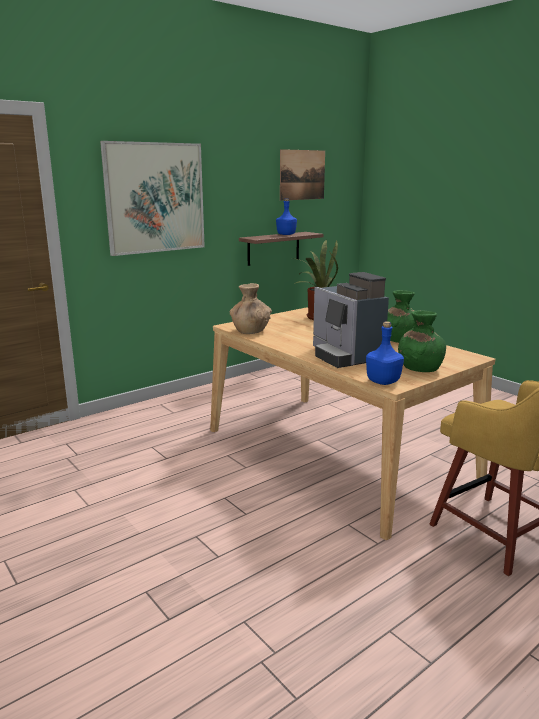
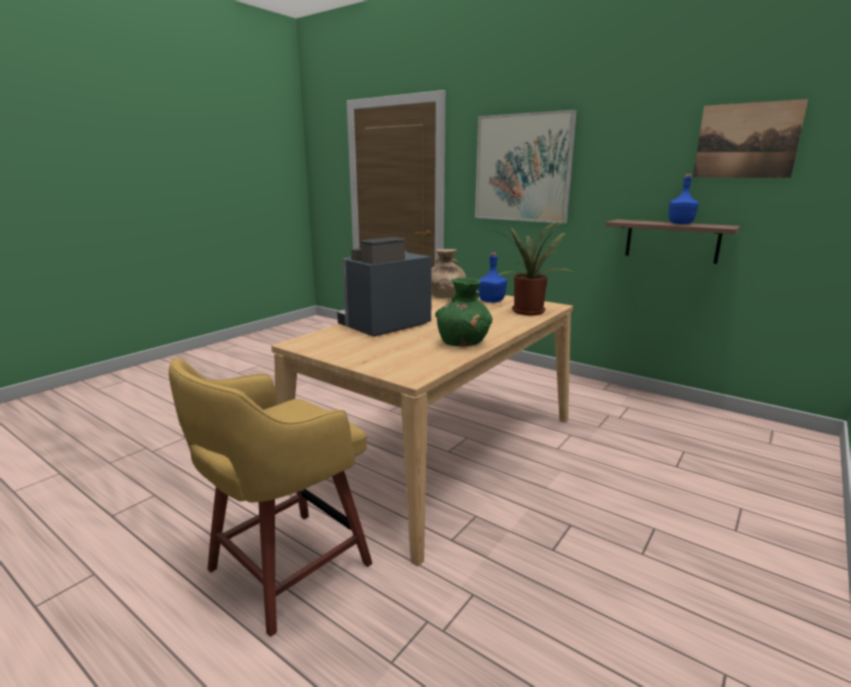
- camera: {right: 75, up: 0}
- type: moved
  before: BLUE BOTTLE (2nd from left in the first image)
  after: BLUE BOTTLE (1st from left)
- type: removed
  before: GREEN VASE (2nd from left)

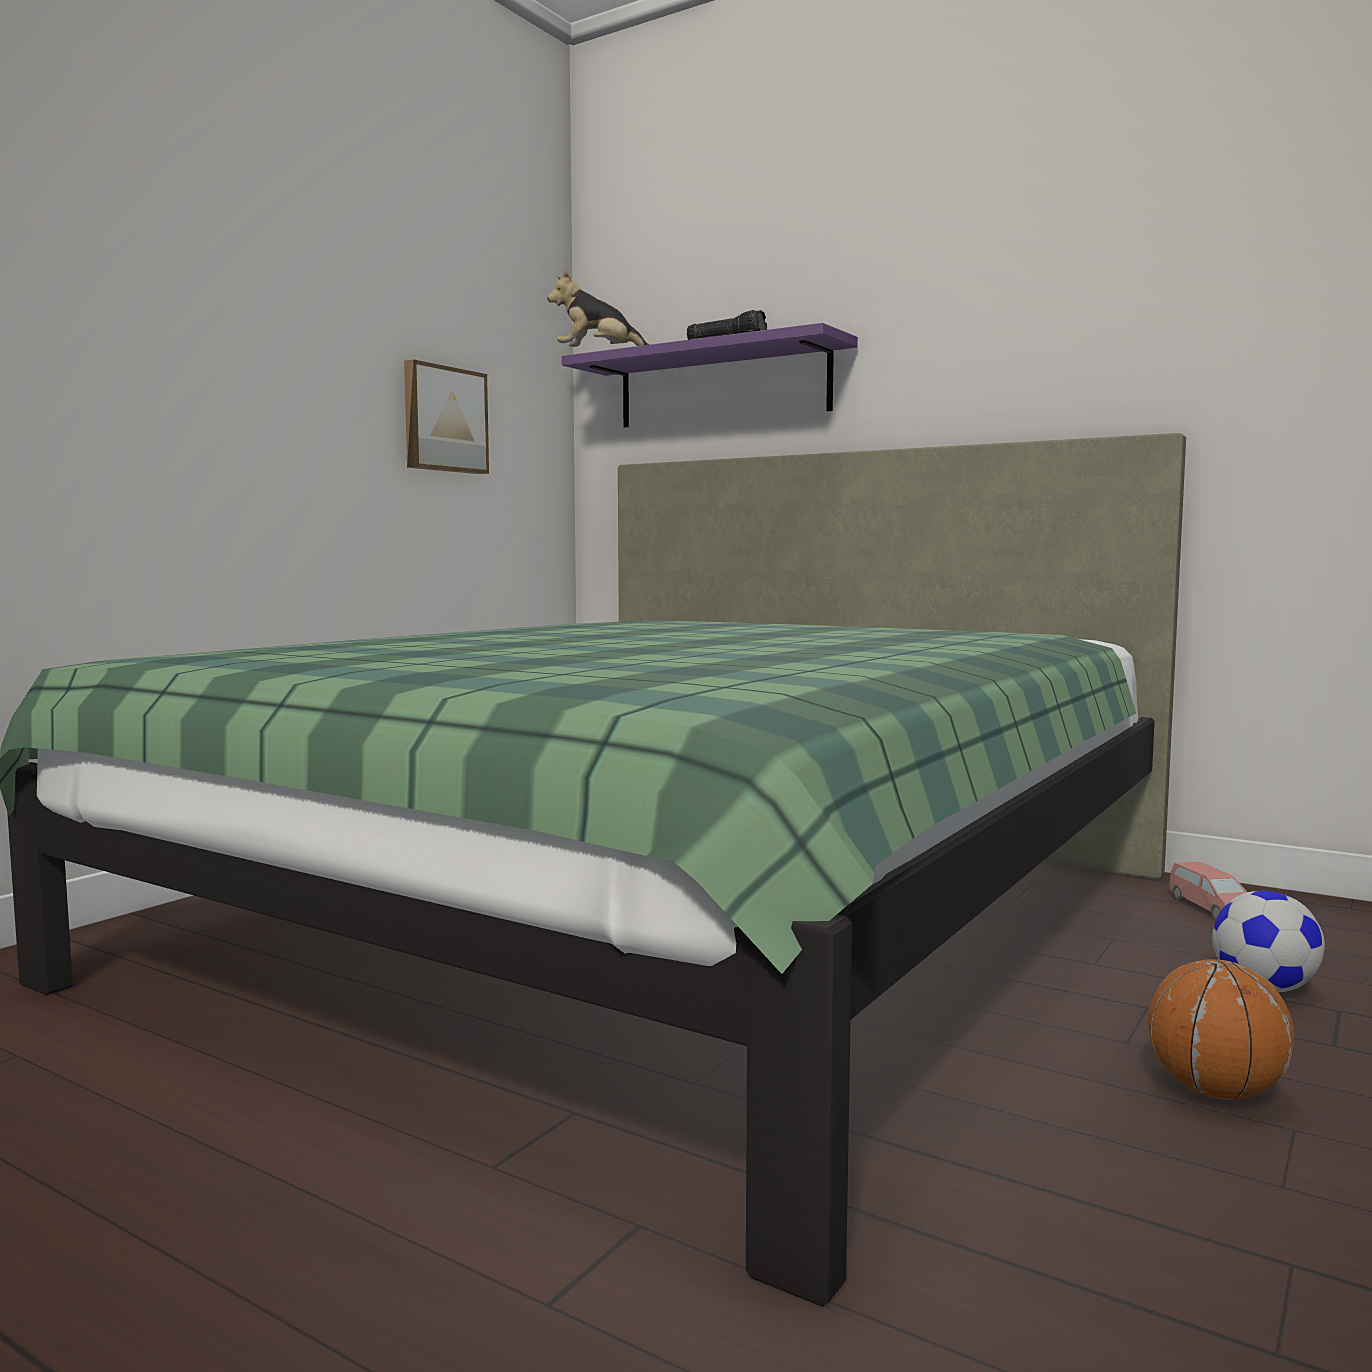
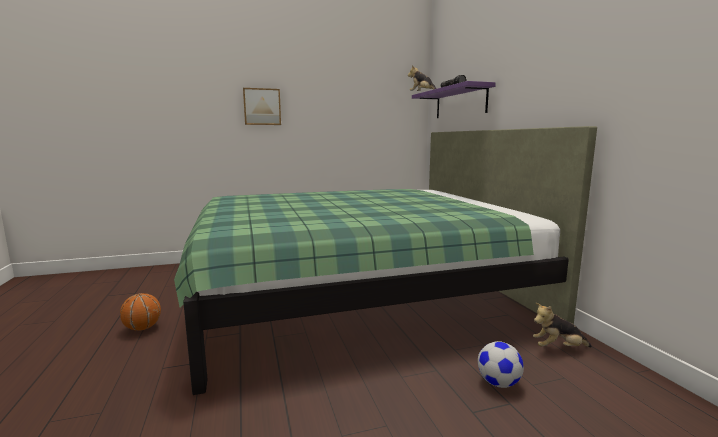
- camera: {right: 40, up: 5}
- type: moved
  before: PICTURE
- type: moved
  before: BASKETBALL
- type: replaced
  before: PINK TOY CAR
  after: PLUSH TOY (2nd from left)

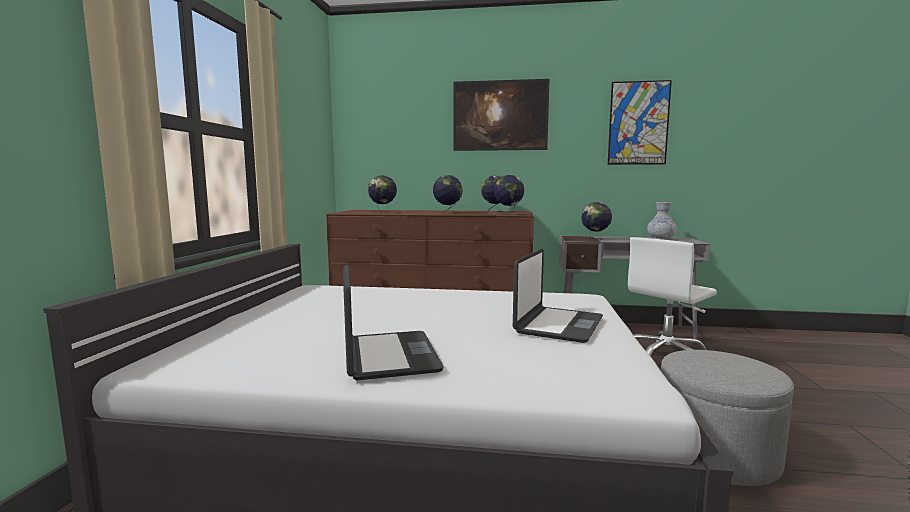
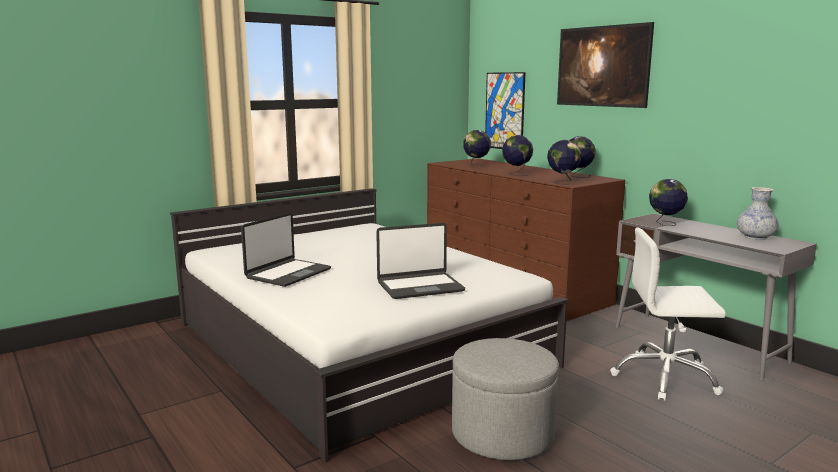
- camera: {right: 45, up: 5}
- type: moved
  before: PICTURE (2nd from left in the first image)
  after: PICTURE (1st from left)

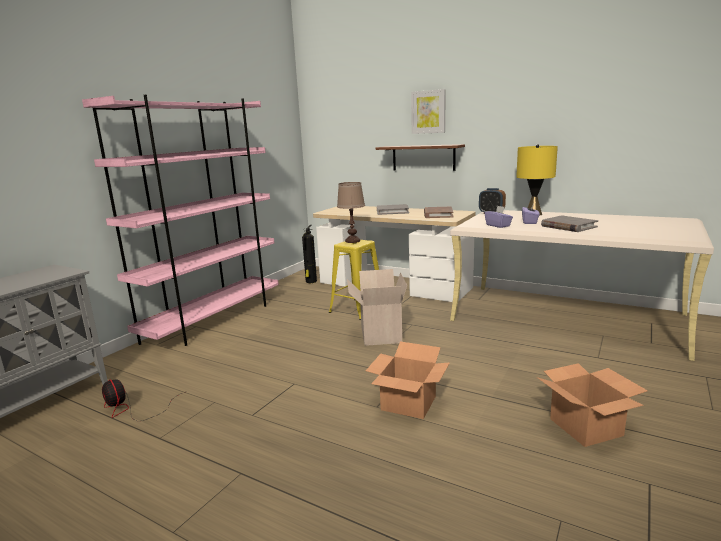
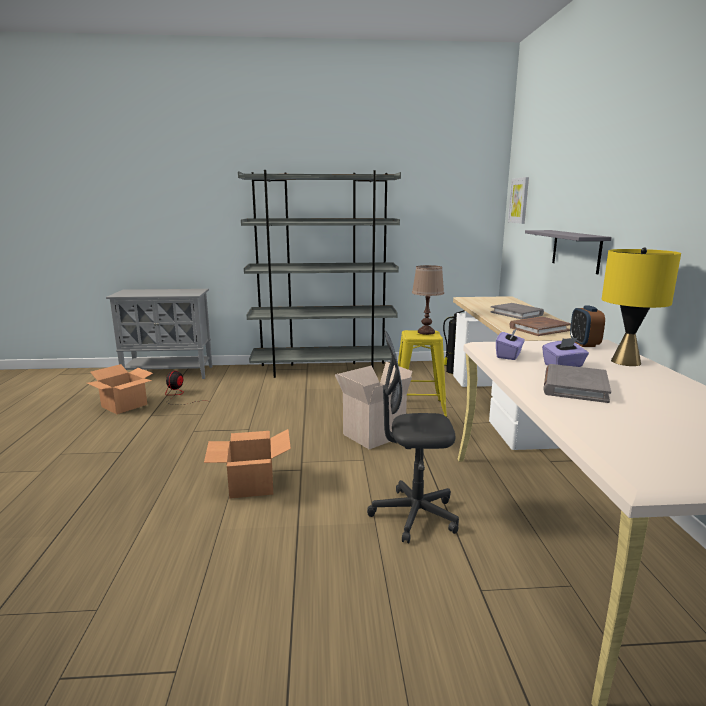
- camera: {right: 55, up: 0}
- type: recoloured
  before: PINK BOOKCASE
  after: GREY BOOKCASE
- type: recoloured
  before: BROWN SHELF
  after: GREY SHELF
- type: moved
  before: PICTURE
- type: moved
  before: CARDBOARD BOX (3rd from left in the first image)
  after: CARDBOARD BOX (1st from left)
- type: added
  after: GREY OFFICE CHAIR

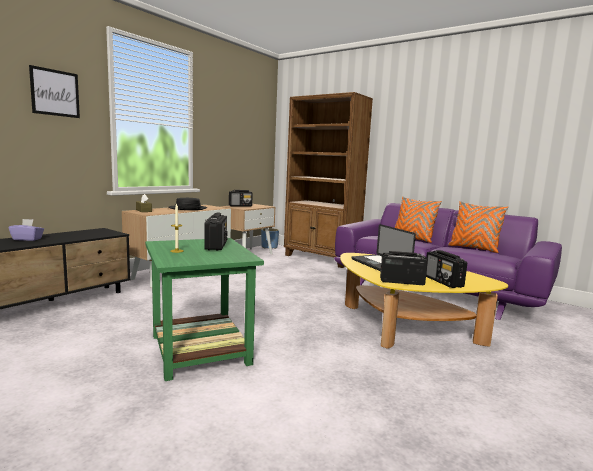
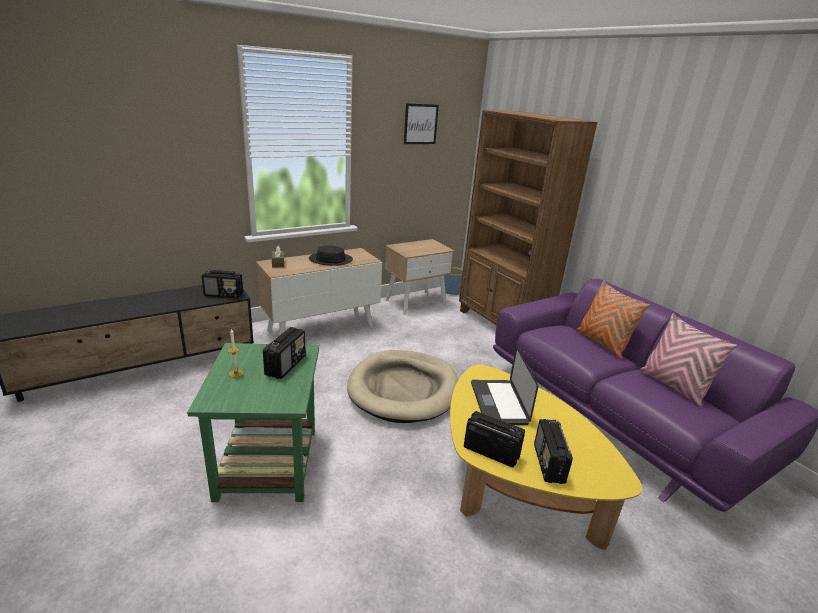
- camera: {right: 20, up: 15}
- type: removed
  before: PURPLE TISSUE BOX
- type: moved
  before: PICTURE
- type: moved
  before: RADIO (2nd from left in the first image)
  after: RADIO (1st from left)
- type: recoloured
  before: ORANGE PILLOW (2nd from left)
  after: PINK PILLOW
- type: added
  after: BEIGE DOG BED

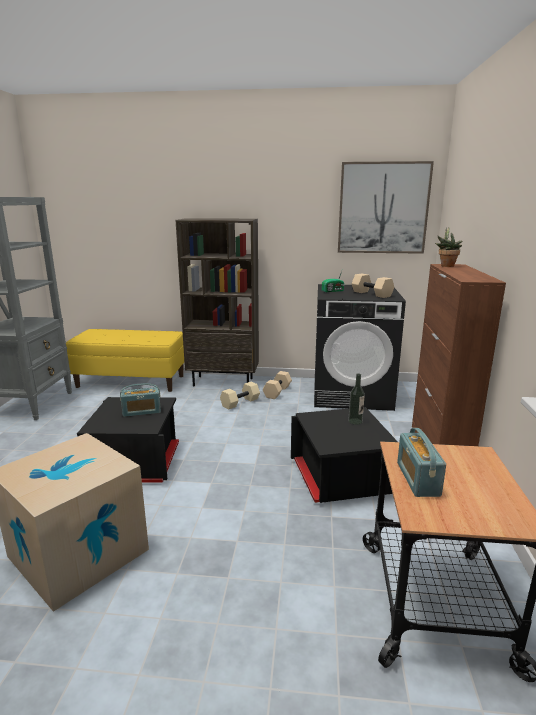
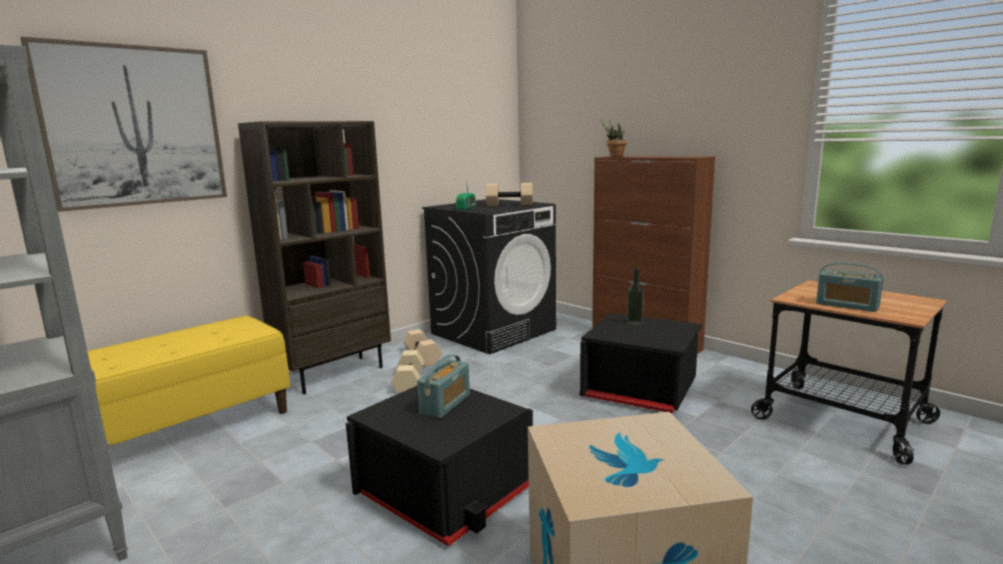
- camera: {right: -50, up: -5}
- type: moved
  before: PICTURE

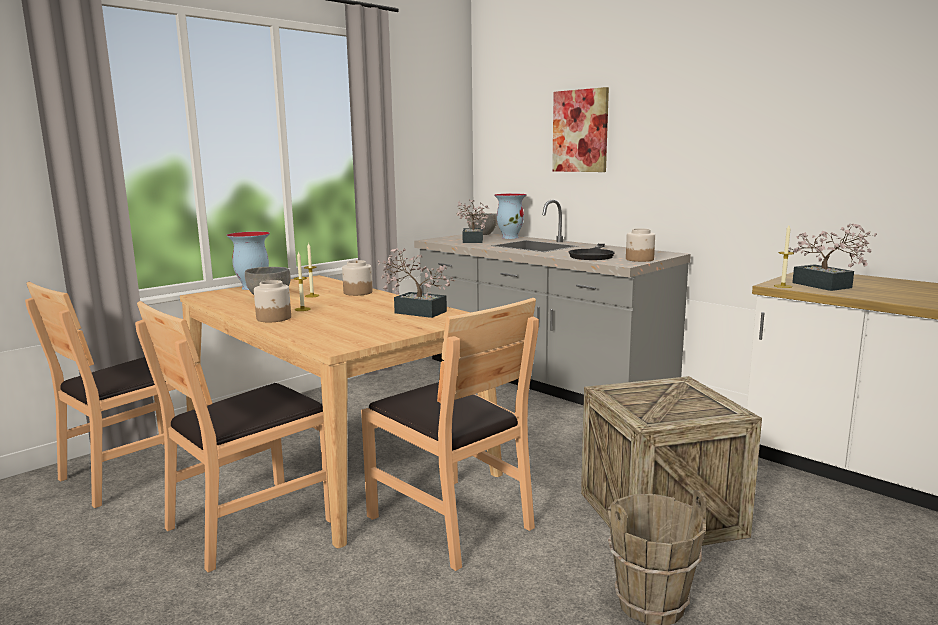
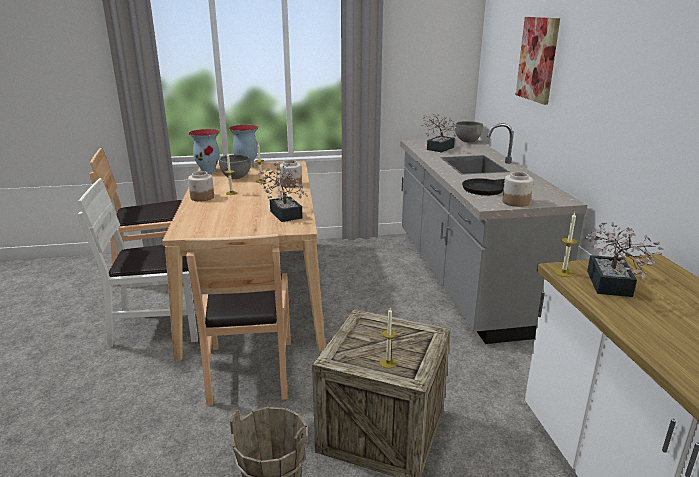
- camera: {right: 35, up: 10}
- type: recoloured
  before: BROWN CHAIR (2nd from left)
  after: WHITE CHAIR
- type: moved
  before: VASE (2nd from left in the first image)
  after: VASE (1st from left)
- type: added
  after: CANDLE (3rd from left)

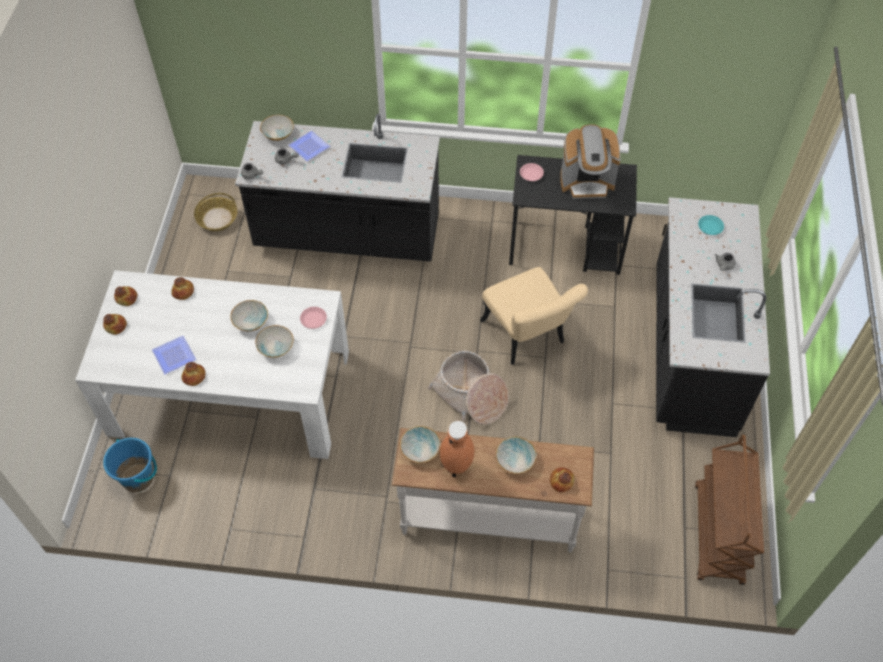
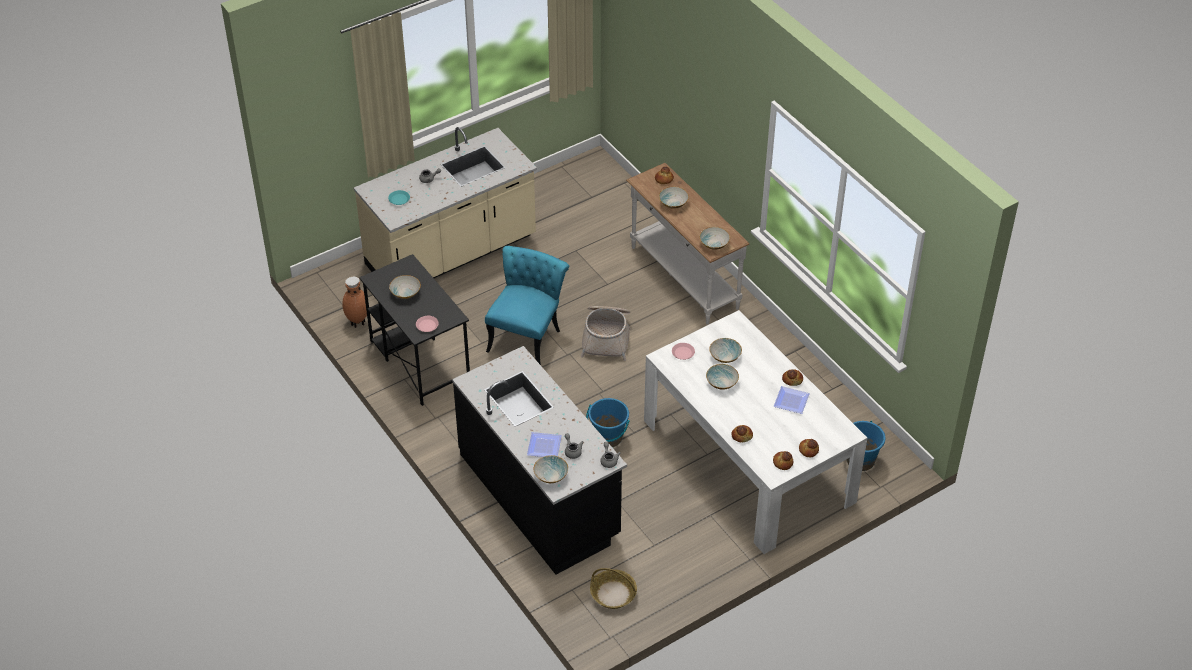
- camera: {right: -130, up: -10}
- type: moved
  before: BROWN VASE
- type: recoloured
  before: BEIGE CHAIR
  after: TURQUOISE CHAIR
- type: replaced
  before: COFFEE MACHINE
  after: BOWL (1st from left)
- type: recoloured
  before: BLACK COUNTER (2nd from left)
  after: BEIGE COUNTER
- type: removed
  before: BROWN CART
- type: added
  after: BLUE BUCKET (1st from left)

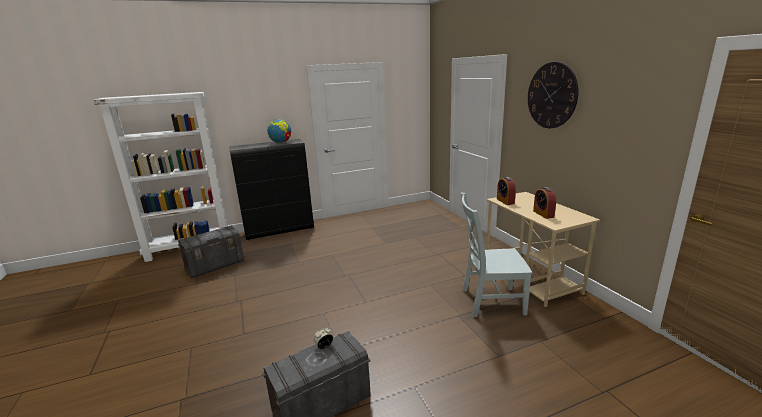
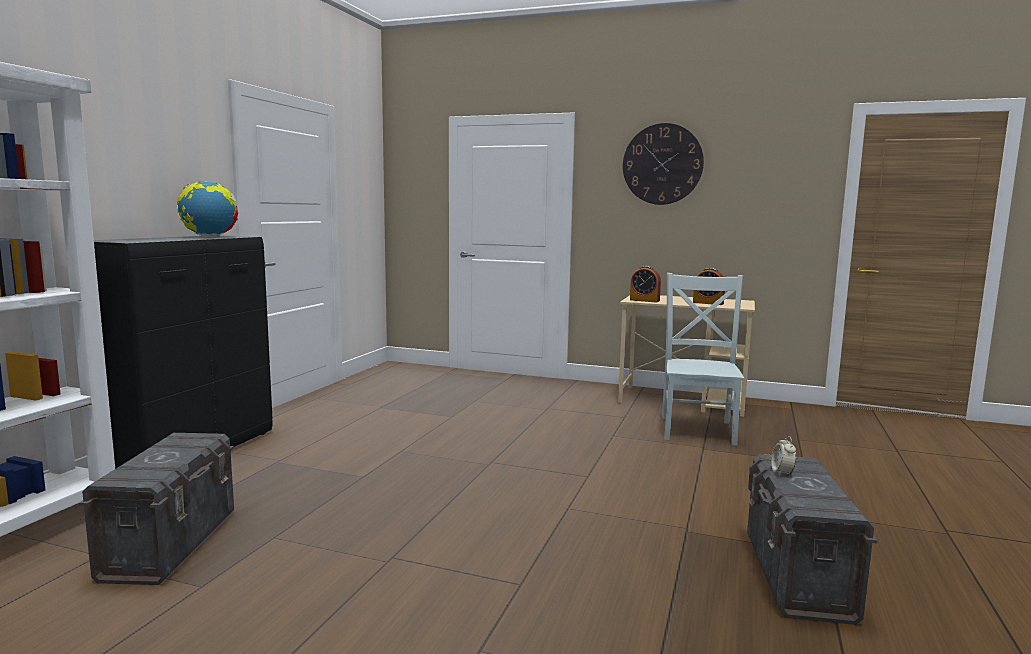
- camera: {right: -50, up: -10}
- type: turned
  before: GREY CHAIR
  turn: 150

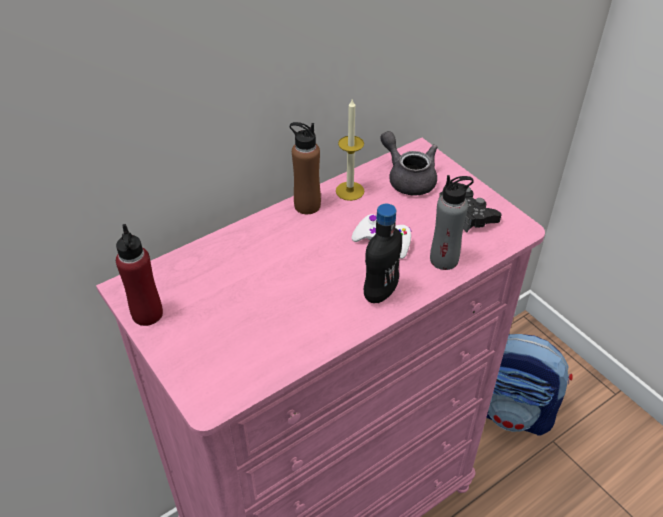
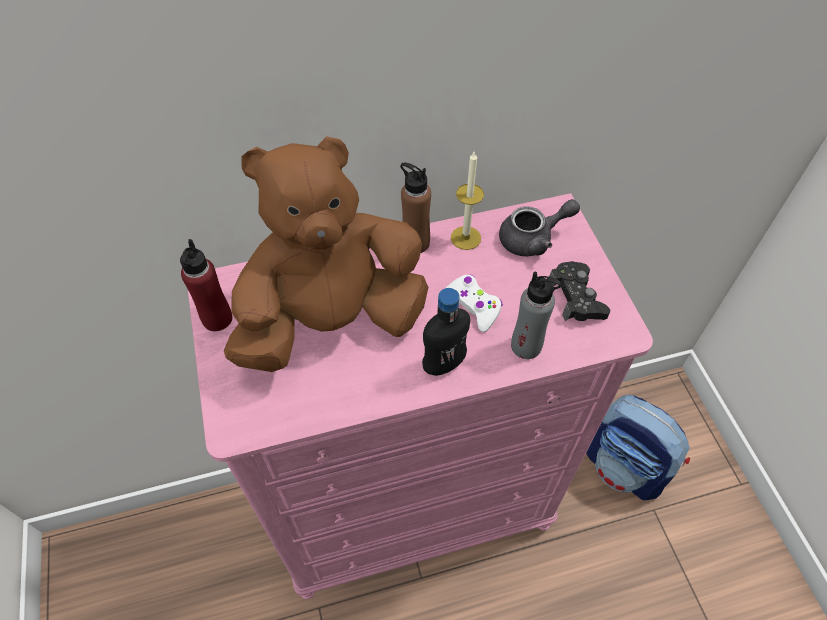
- camera: {right: 20, up: 10}
- type: turned
  before: GREY TEAPOT
  turn: 90
- type: added
  after: BROWN PLUSH TOY

